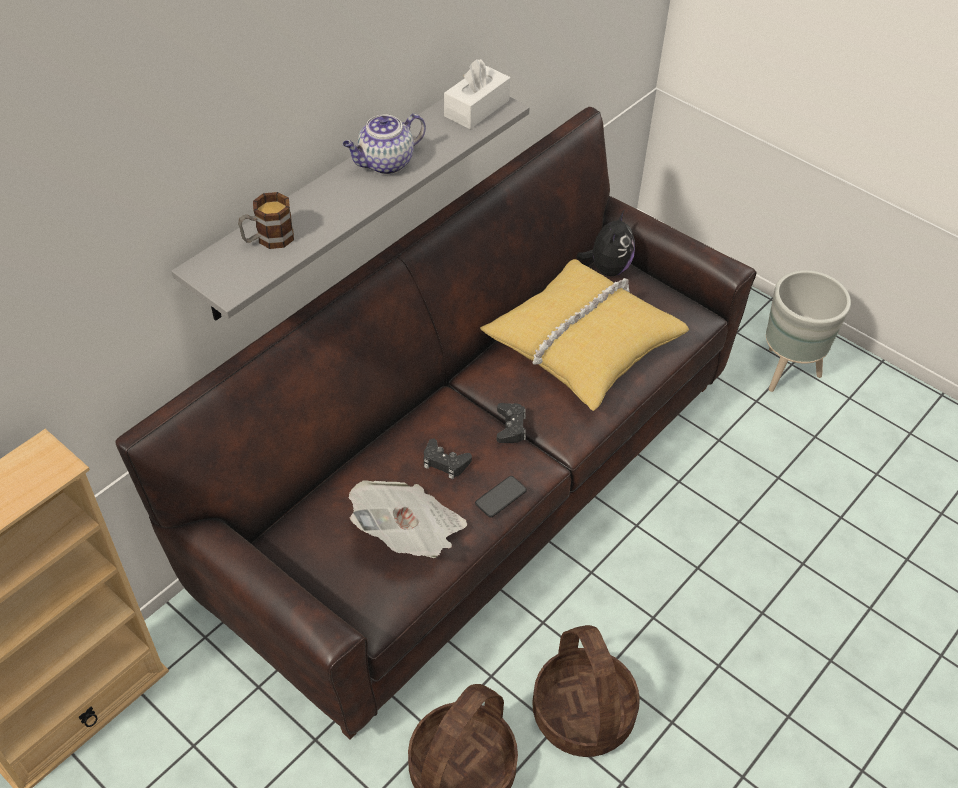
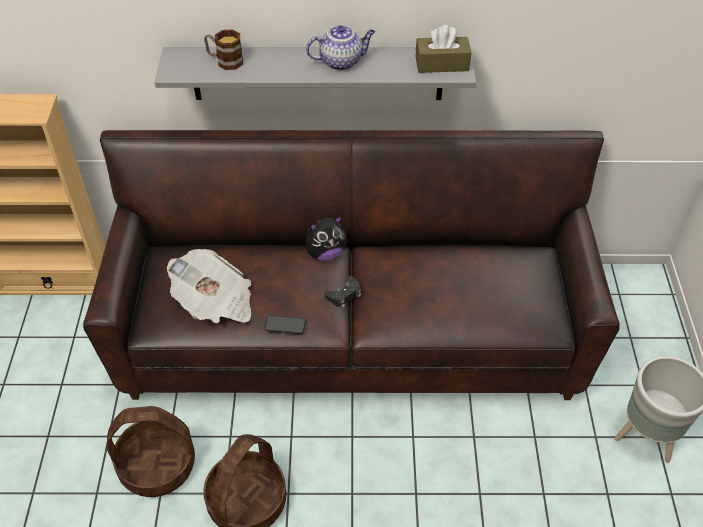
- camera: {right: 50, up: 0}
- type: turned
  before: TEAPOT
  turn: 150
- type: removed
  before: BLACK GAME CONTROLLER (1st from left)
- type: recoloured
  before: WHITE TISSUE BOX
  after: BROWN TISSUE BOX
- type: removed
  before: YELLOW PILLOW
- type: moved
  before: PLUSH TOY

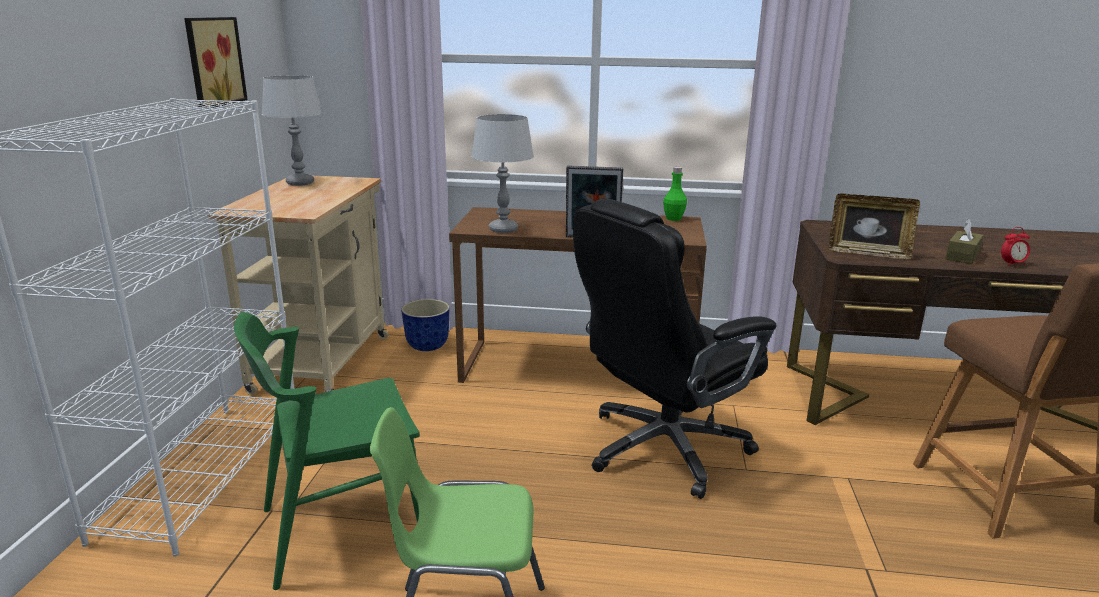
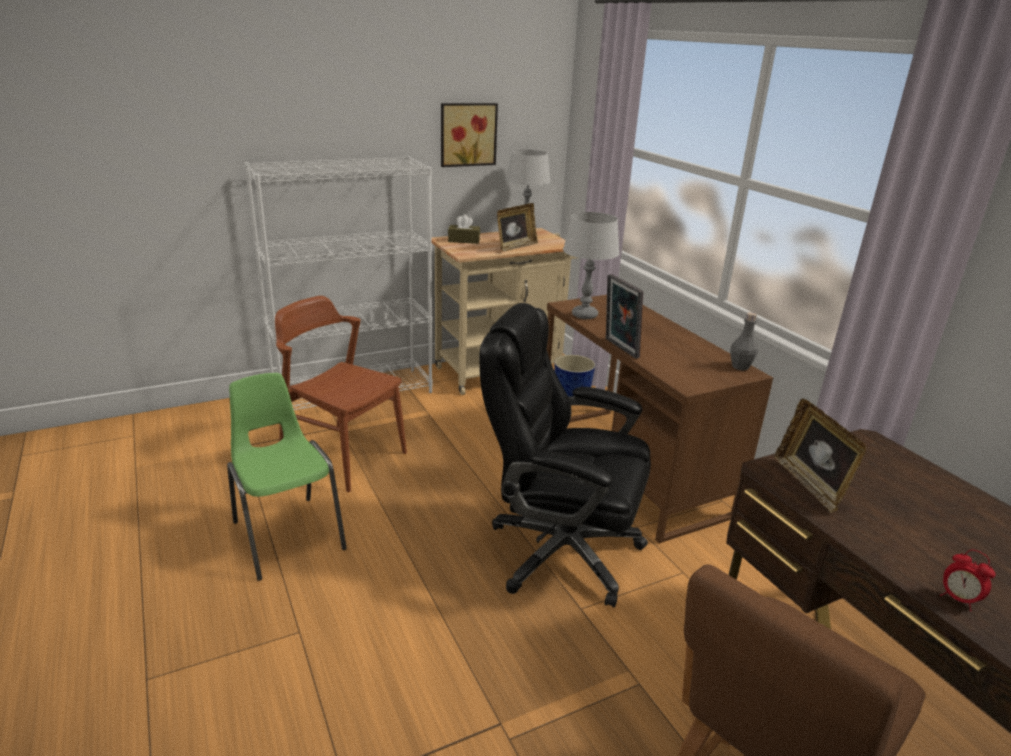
- camera: {right: 55, up: 5}
- type: recoloured
  before: GREEN CHAIR (1st from left)
  after: BROWN CHAIR
- type: recoloured
  before: GREEN BOTTLE
  after: GREY BOTTLE
- type: moved
  before: BROWN TISSUE BOX
- type: added
  after: PICTURE FRAME (1st from left)

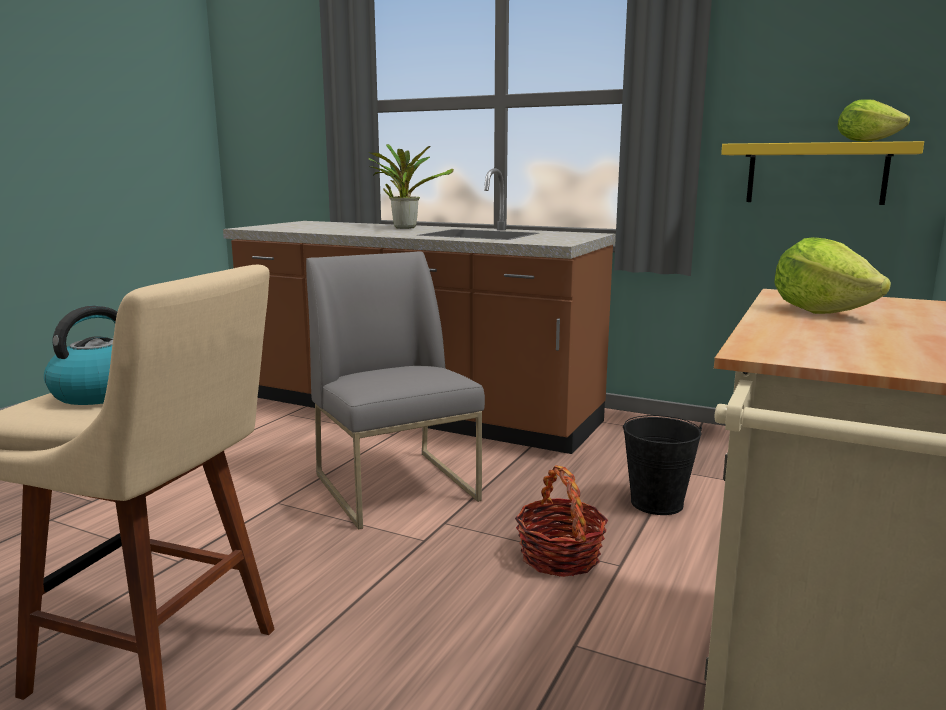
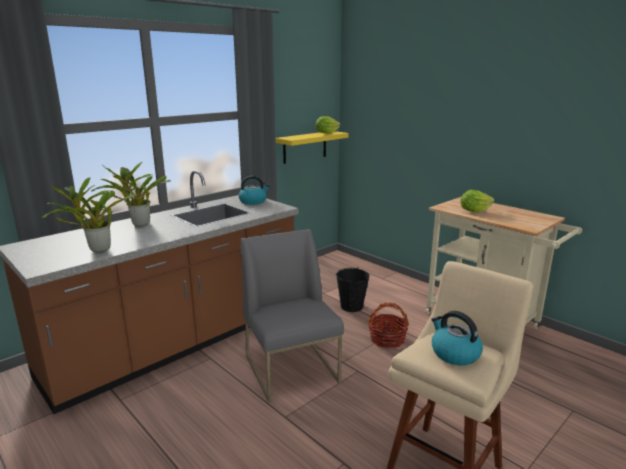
- camera: {right: -70, up: 5}
- type: turned
  before: GREY CHAIR
  turn: 75
- type: added
  after: POTTED PLANT (1st from left)
- type: added
  after: KETTLE (1st from left)

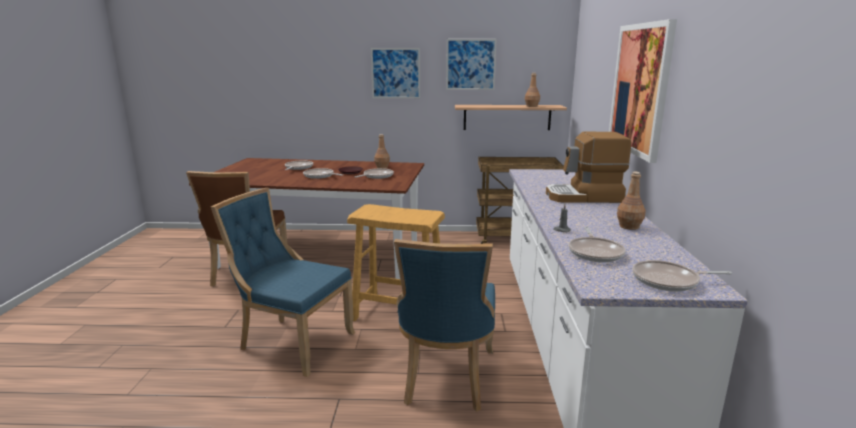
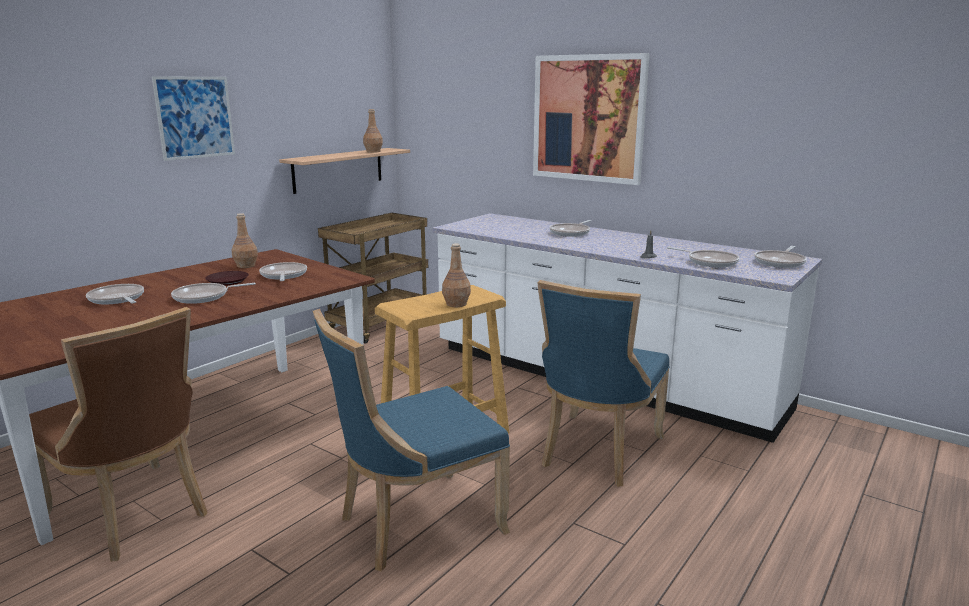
- camera: {right: -55, up: 0}
- type: turned
  before: BLUE CHAIR (2nd from left)
  turn: 75
- type: removed
  before: PICTURE (2nd from left)
- type: replaced
  before: COFFEE MACHINE
  after: FRYING PAN (4th from left)
- type: moved
  before: BROWN BOTTLE (3rd from left)

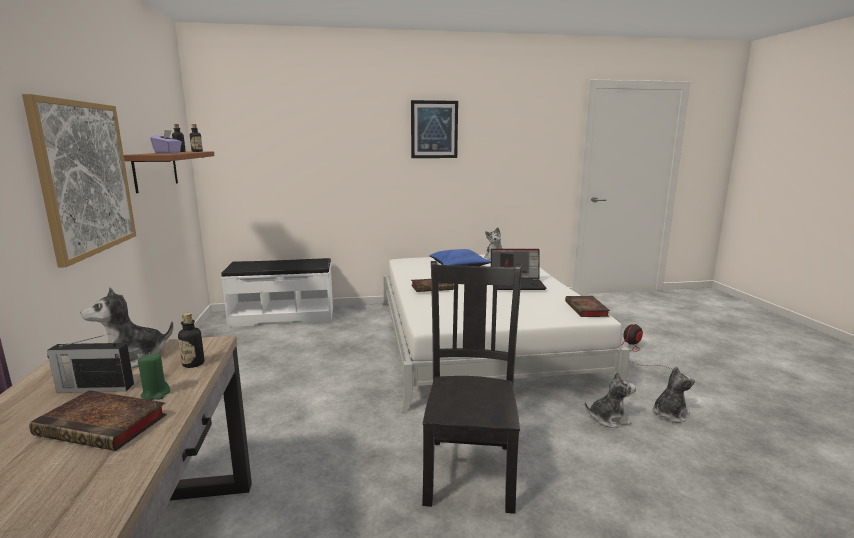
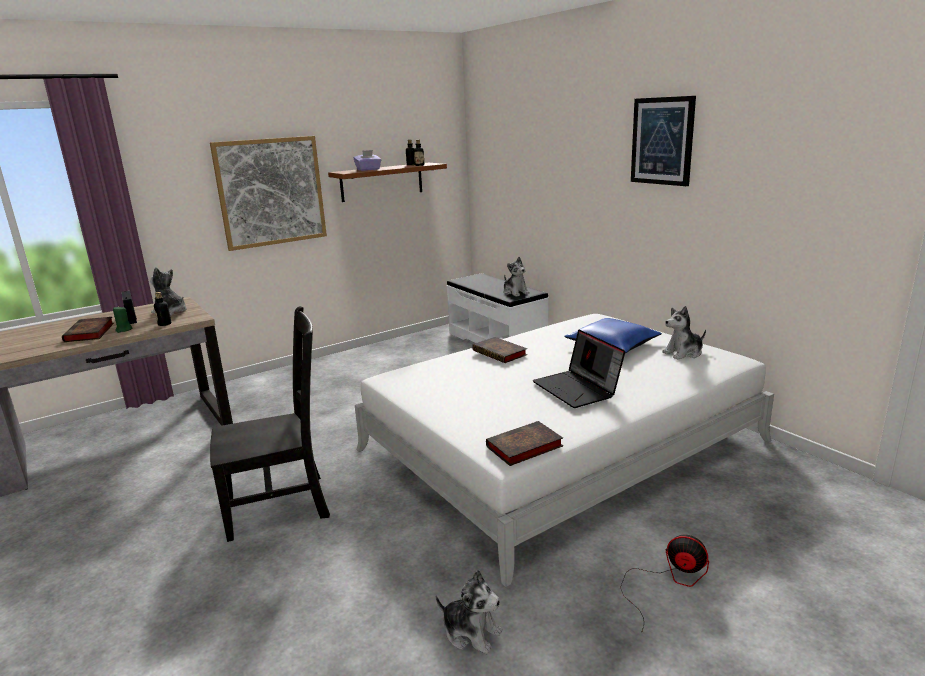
- camera: {right: 65, up: 5}
- type: moved
  before: PLUSH TOY (3rd from left)

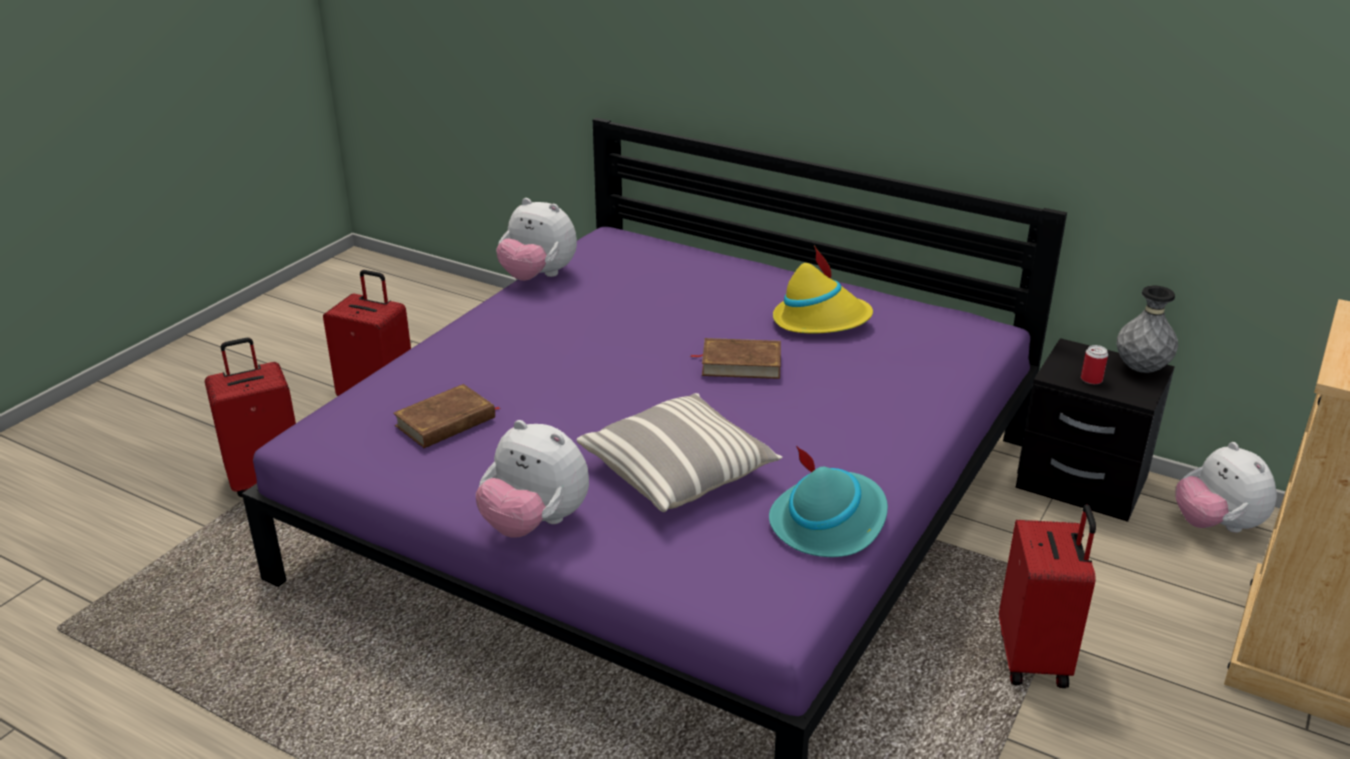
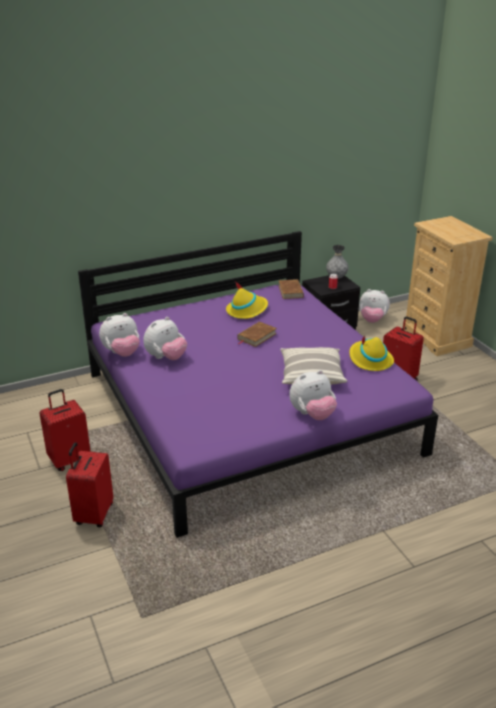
- camera: {right: -55, up: 0}
- type: moved
  before: BROWN BOOK (1st from left in the first image)
  after: BROWN BOOK (2nd from left)
- type: recoloured
  before: TURQUOISE HAT
  after: YELLOW HAT (2nd from left)
- type: added
  after: PLUSH TOY (2nd from left)

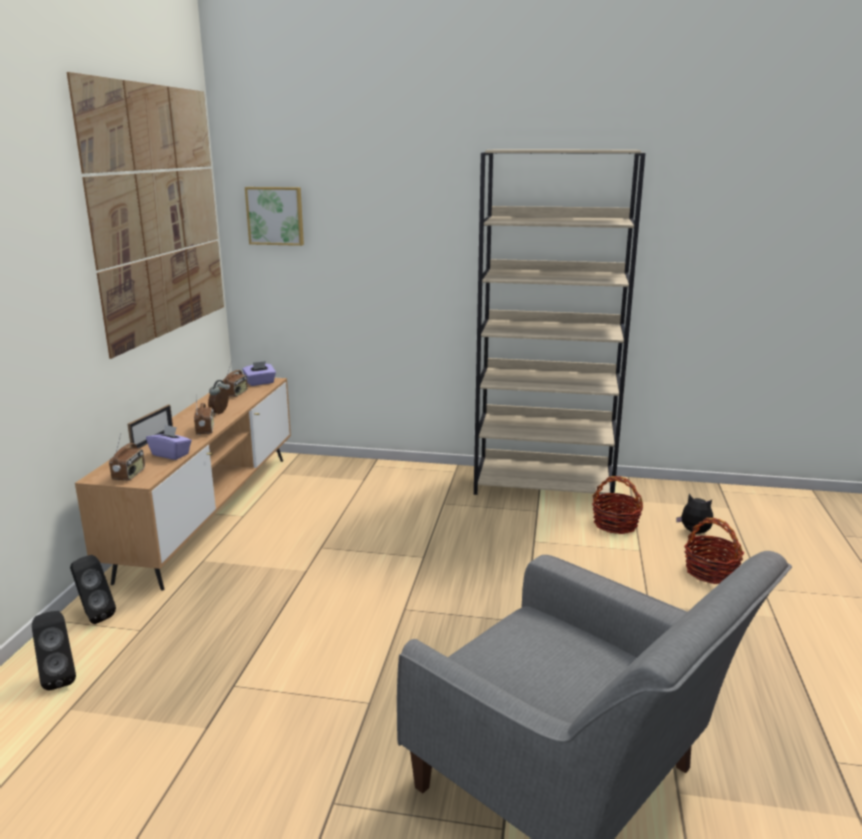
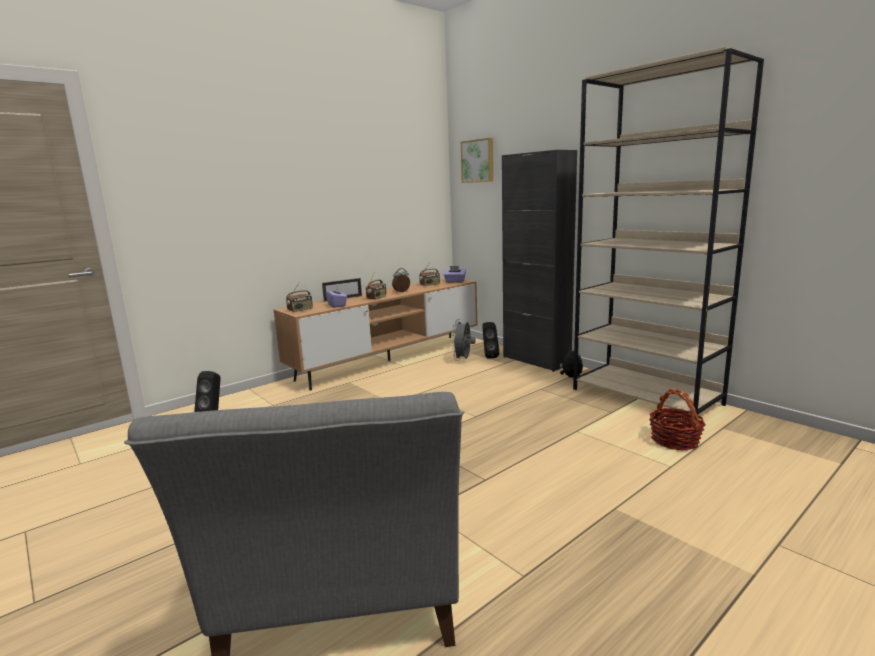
- camera: {right: 40, up: -5}
- type: removed
  before: PICTURE (1st from left)
- type: moved
  before: BLACK SPEAKER (2nd from left)
- type: moved
  before: PLUSH TOY
- type: removed
  before: BASKET (2nd from left)
- type: added
  after: GREY FAN
- type: added
  after: BLACK CABINET

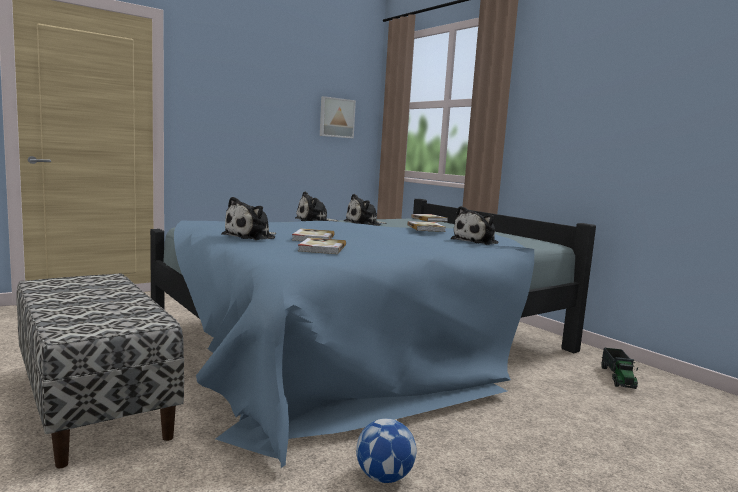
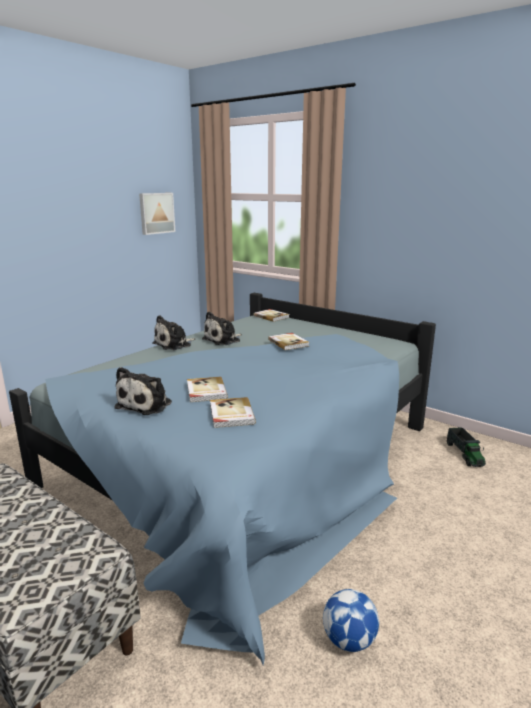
- camera: {right: -15, up: 10}
- type: removed
  before: PLUSH TOY (4th from left)

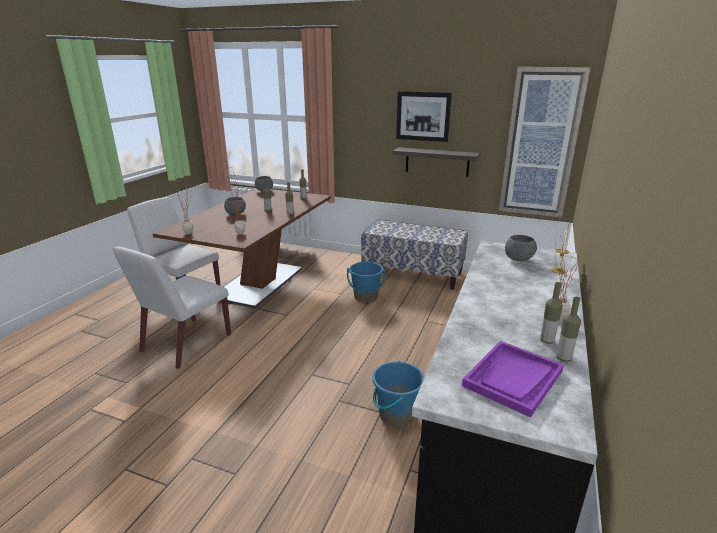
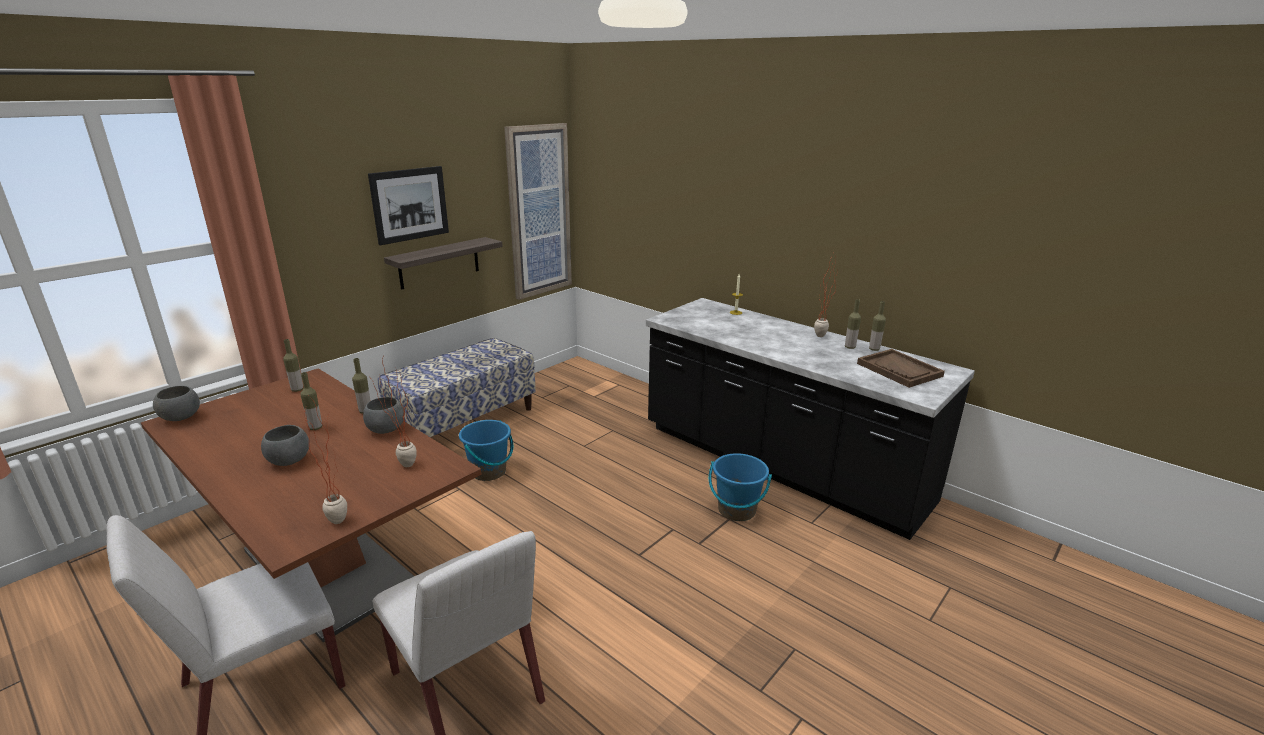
- camera: {right: -70, up: 0}
- type: recoloured
  before: PURPLE TRAY
  after: BROWN TRAY
- type: moved
  before: GREY BOWL (3rd from left)

